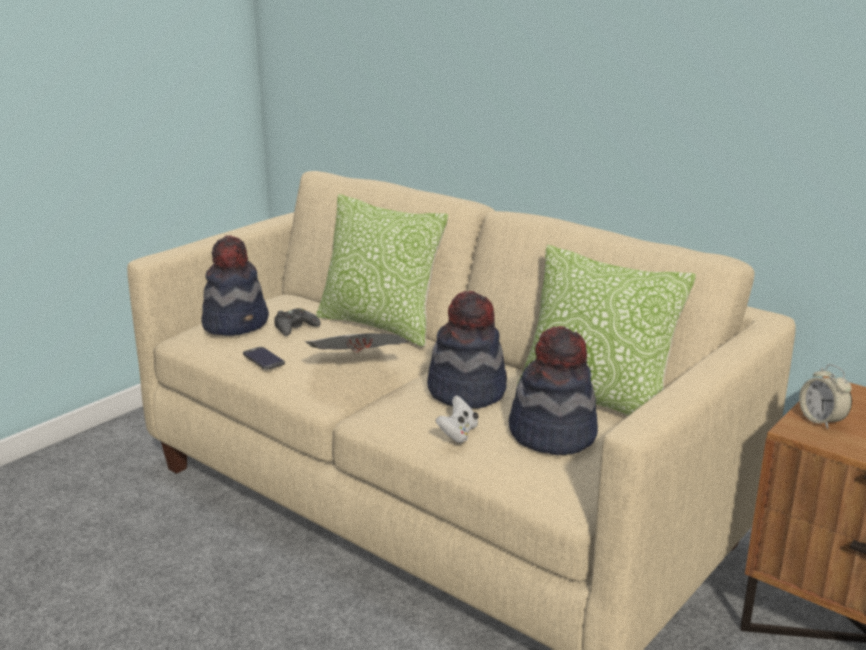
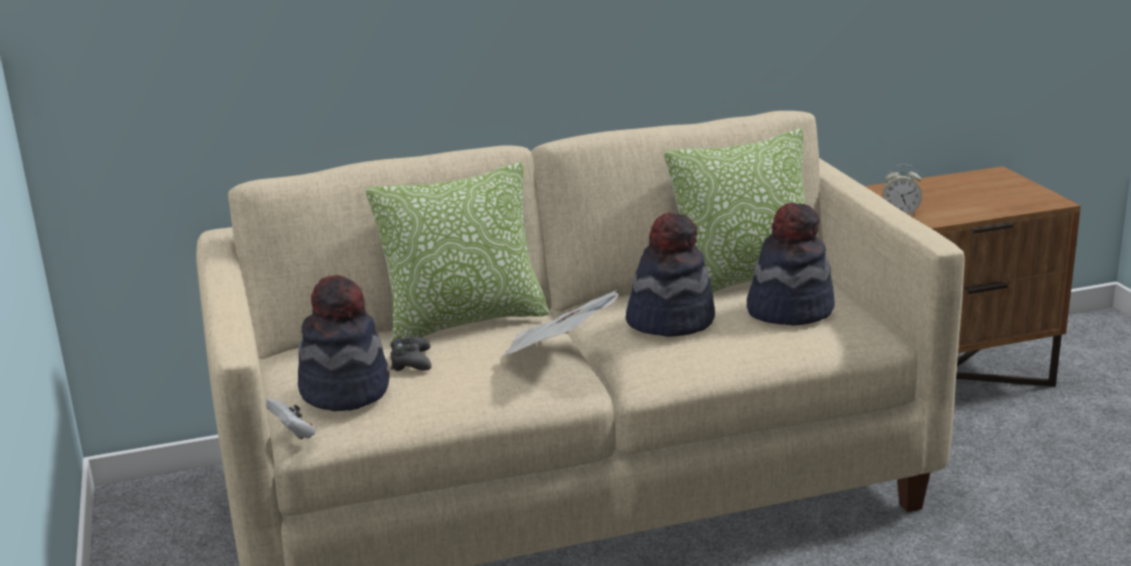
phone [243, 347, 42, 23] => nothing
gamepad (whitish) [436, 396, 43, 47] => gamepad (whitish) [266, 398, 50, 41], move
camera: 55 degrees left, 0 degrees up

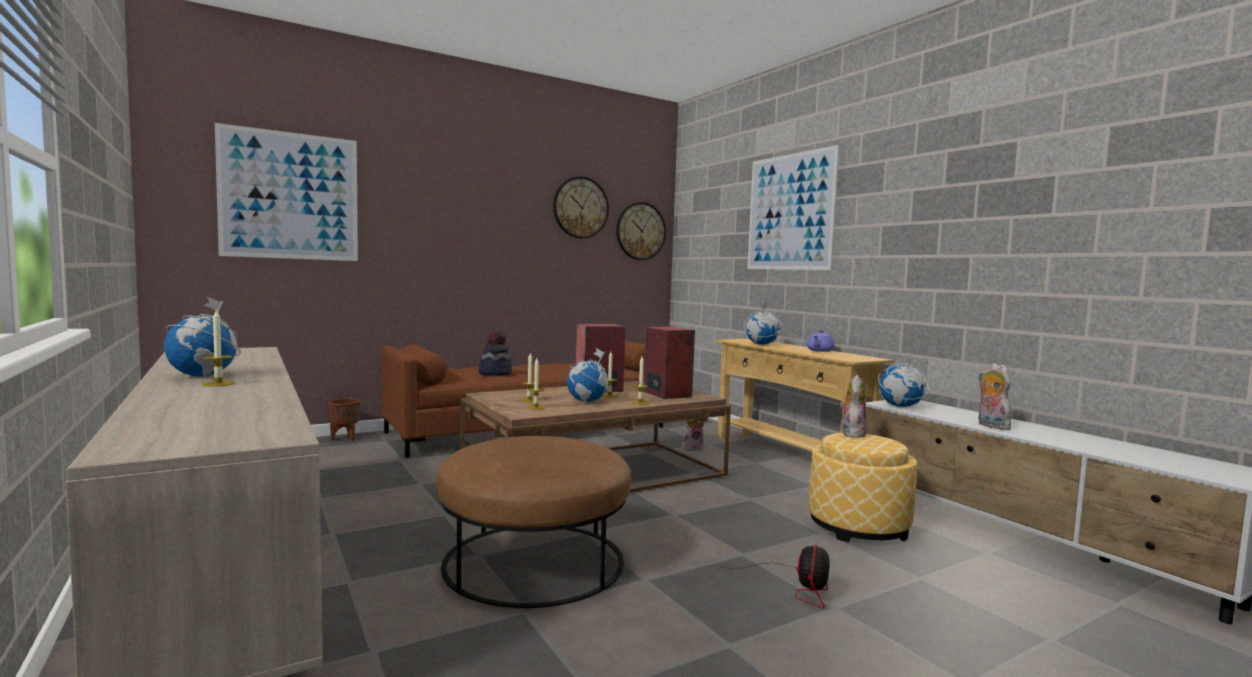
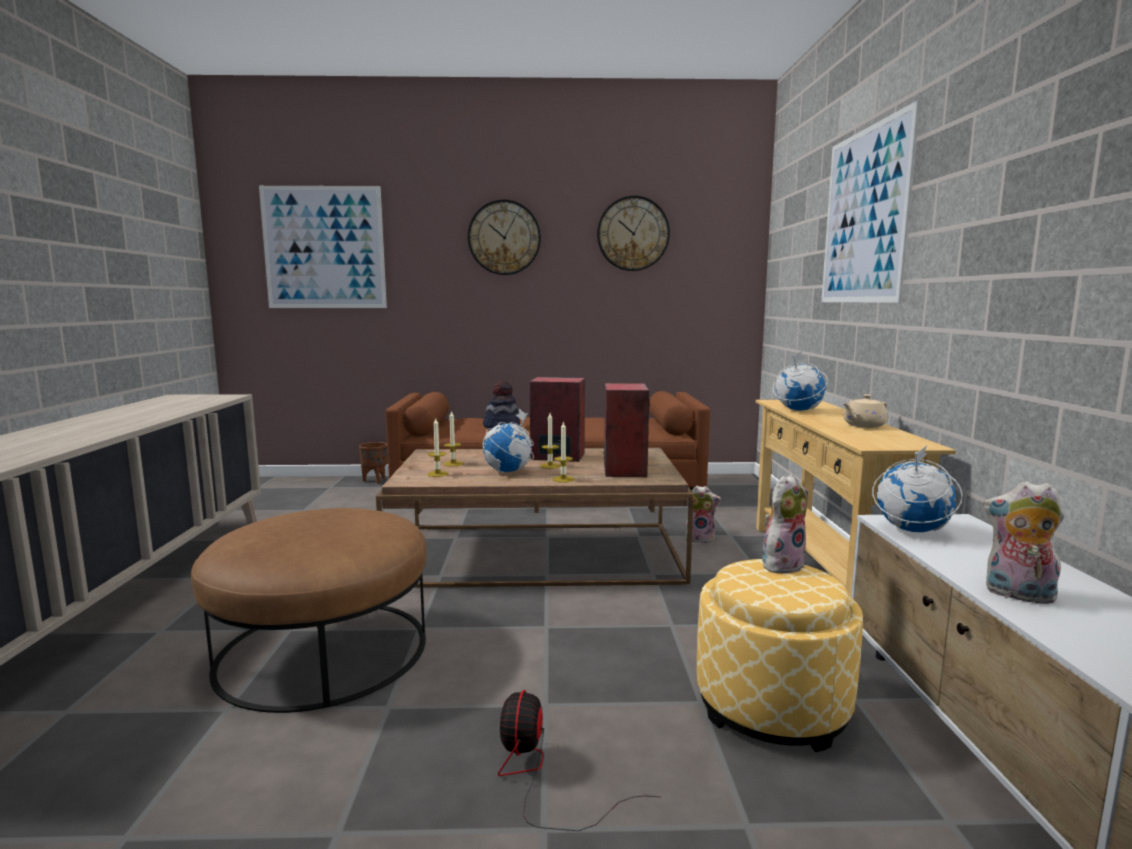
world globe [164, 297, 77, 80] => nothing
wax light [202, 309, 33, 78] => nothing
wall clock [616, 202, 50, 58] => wall clock [468, 199, 73, 76], move
teapot (purple) [807, 330, 28, 22] => teapot (sand-coloured) [843, 394, 45, 34]
cooling fan [718, 545, 112, 64] => cooling fan [498, 690, 162, 141], 135 degrees clockwise
cuddly toy [978, 364, 33, 66] => cuddly toy [983, 481, 82, 123], 75 degrees counterclockwise
camera: 30 degrees right, 5 degrees up

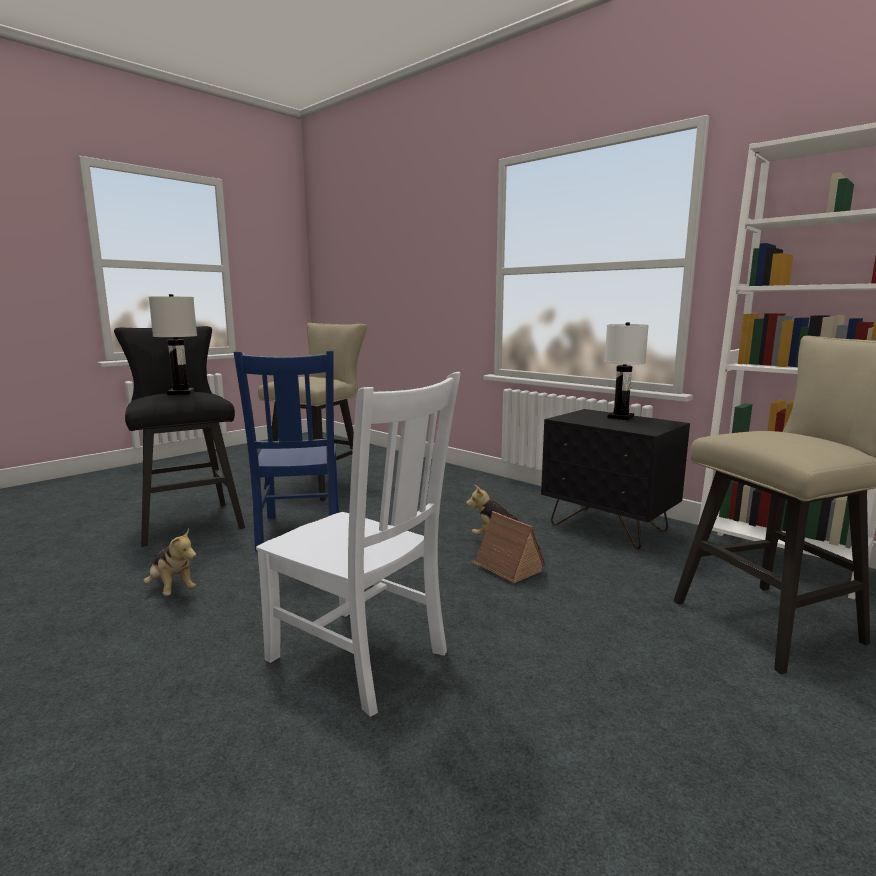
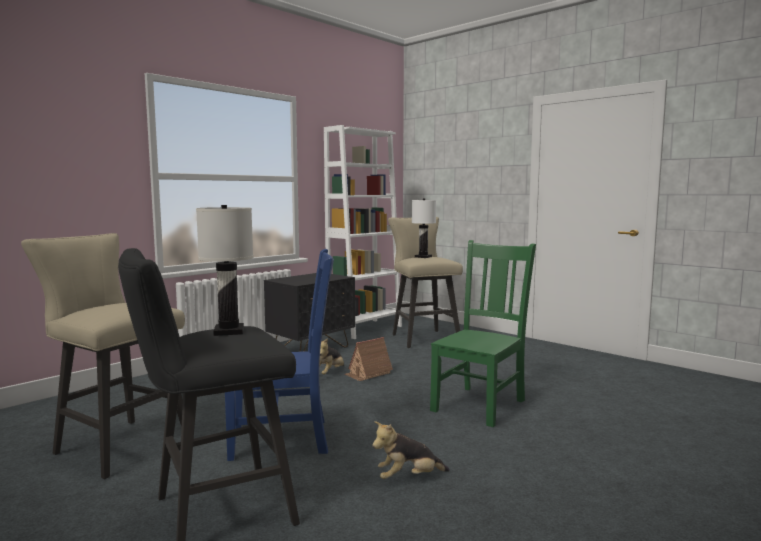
tabletop lamp (whitish) [604, 322, 45, 98] => tabletop lamp (whitish) [412, 199, 24, 59], move
chair (whitish) [256, 372, 205, 345] => chair (green-coloured) [430, 240, 106, 187]
cuddly toy [143, 528, 53, 68] => cuddly toy [372, 421, 78, 58], 150 degrees counterclockwise
camera: 90 degrees left, 5 degrees down

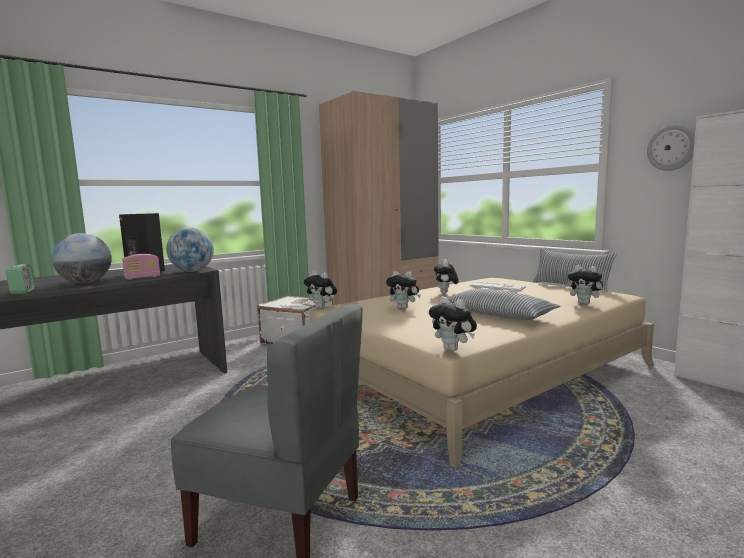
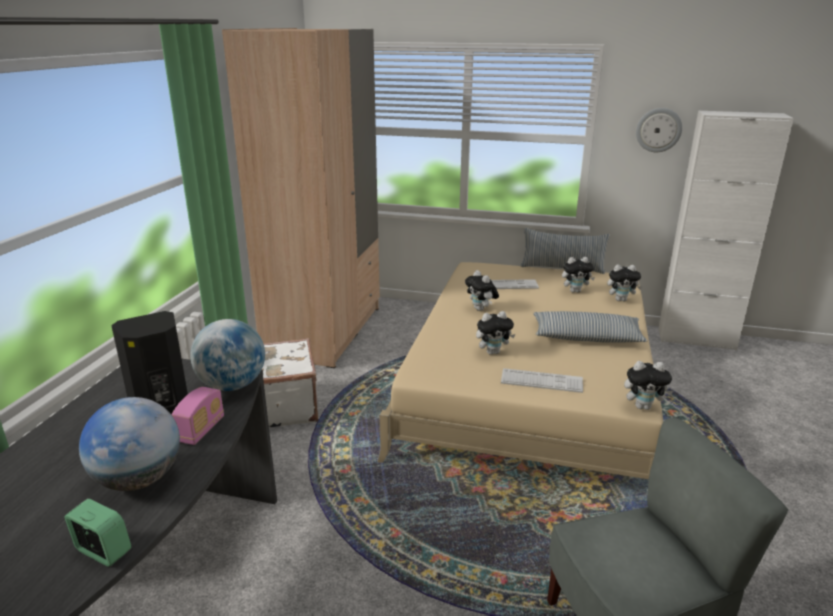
nothing => computer keyboard [501, 368, 82, 25]
cuddly toy [304, 271, 33, 38] => cuddly toy [562, 257, 33, 36], move
camera: 40 degrees left, 15 degrees up

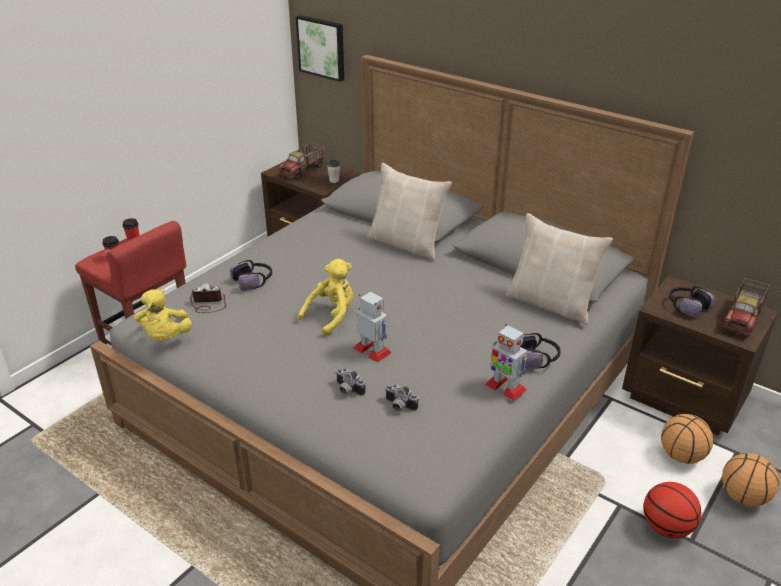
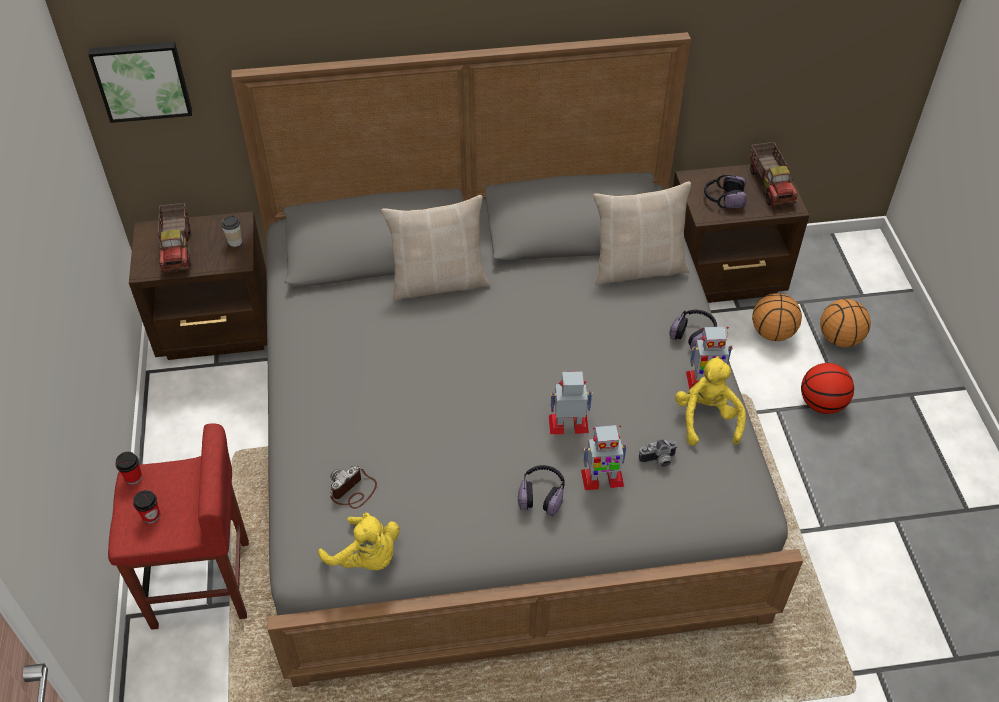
pair of headphones [230, 260, 42, 31] => pair of headphones [518, 465, 47, 51], move
cuddly toy (yellow) [298, 259, 55, 78] => cuddly toy (yellow) [675, 356, 71, 90], move
photo camera [336, 367, 30, 29] => toy robot [581, 425, 47, 65]
camera: 45 degrees left, 15 degrees up

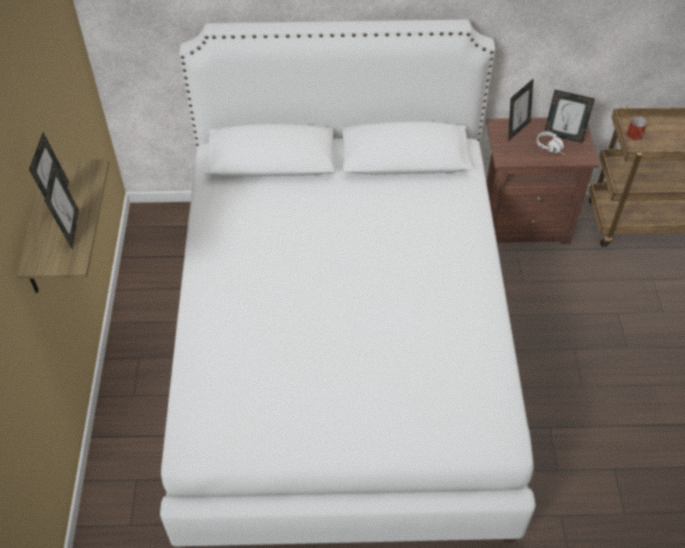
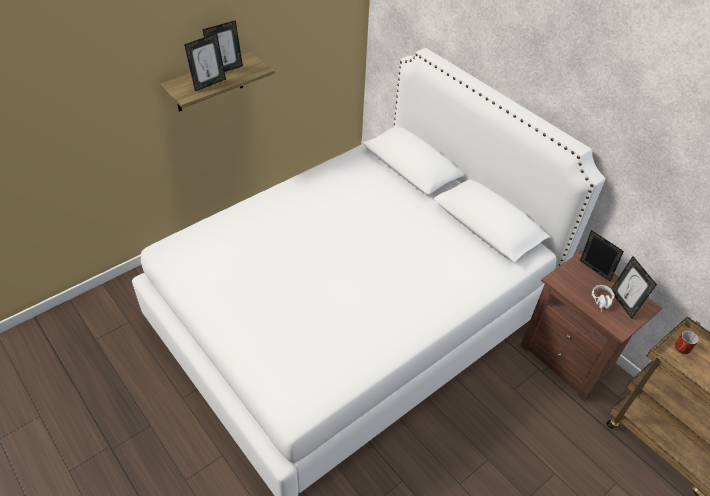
standing frame [508, 78, 26, 63] => standing frame [580, 230, 44, 52], 135 degrees counterclockwise
camera: 50 degrees right, 5 degrees down

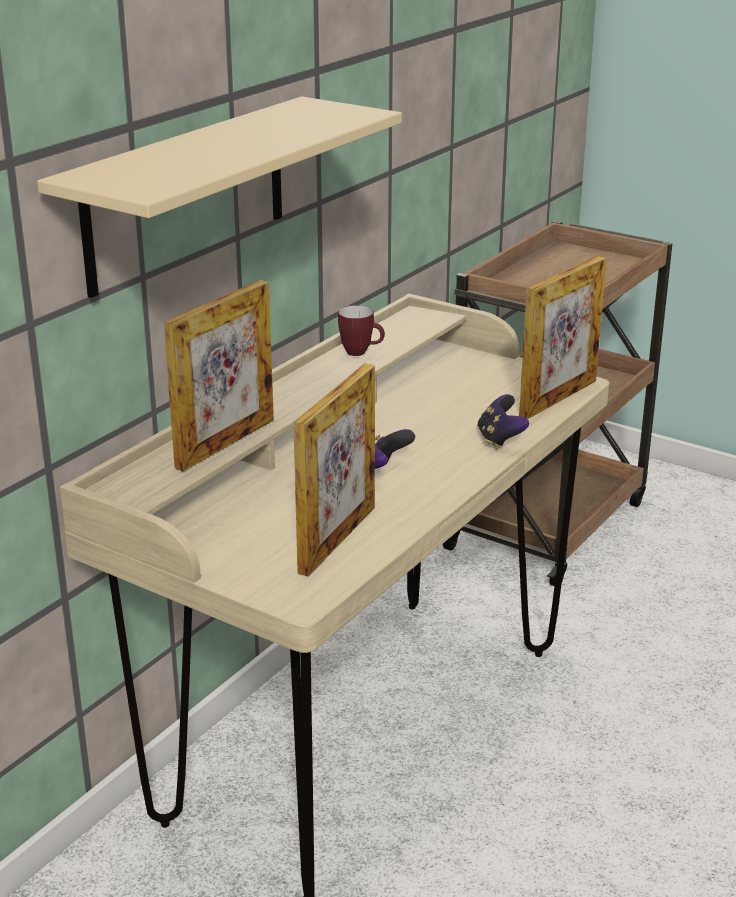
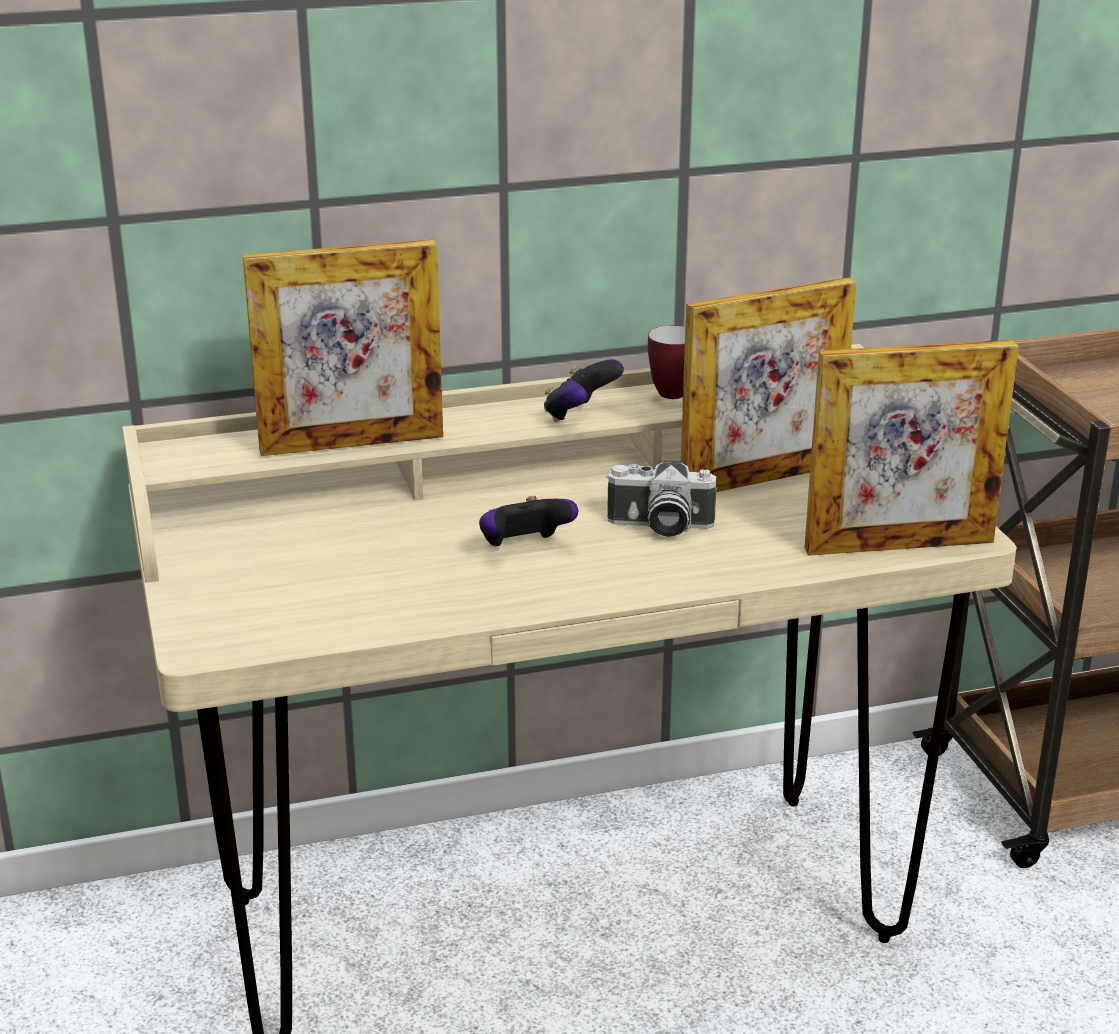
bracket shelf (sand-coloured) [37, 96, 365, 202] => nothing
nothing => photo camera [606, 461, 111, 76]
standing frame [293, 363, 82, 214] => standing frame [681, 277, 175, 215], move
gamepad [477, 394, 52, 55] => gamepad [544, 359, 80, 63], move
camera: 40 degrees right, 0 degrees up

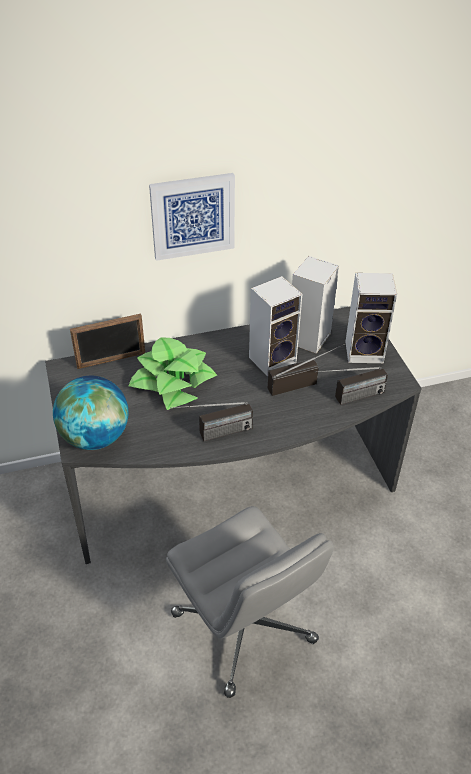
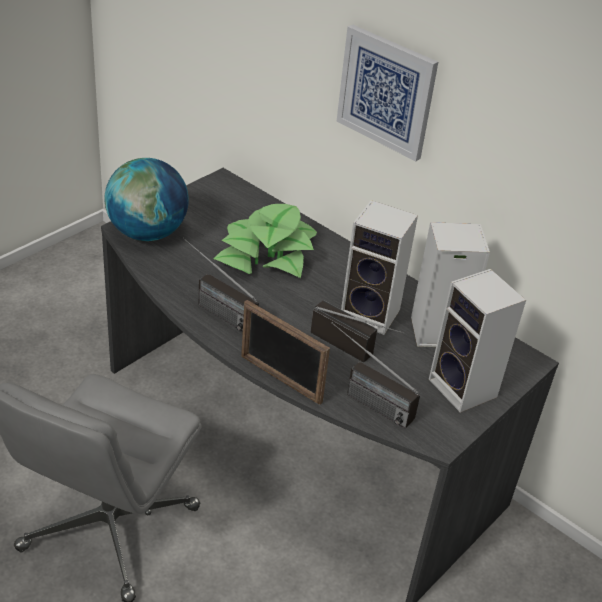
standing frame [70, 314, 75, 55] => standing frame [241, 300, 89, 105], move
camera: 55 degrees right, 5 degrees down

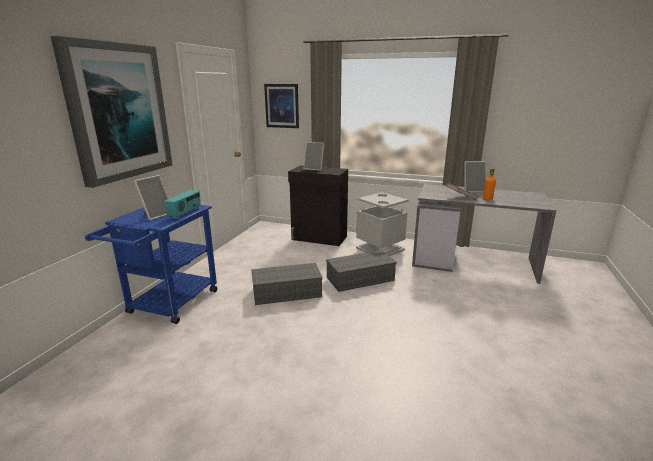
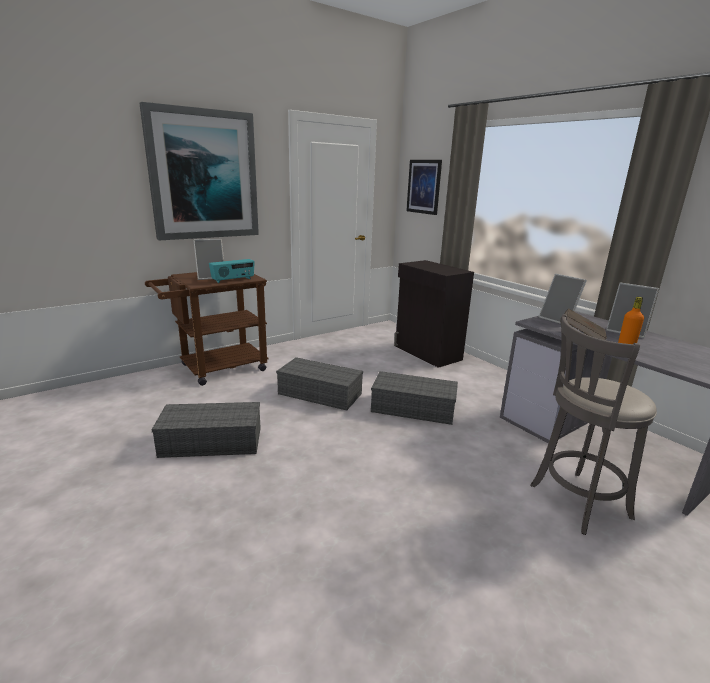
rubbish bin (greyish) [356, 192, 52, 64] => nothing
nothing => storage container (greyish) [151, 402, 110, 56]
nothing => stool seat (greyish) [530, 314, 127, 221]
standing frame [304, 142, 20, 29] => standing frame [539, 274, 48, 50], move
trolley (bluish) [85, 205, 132, 119] => trolley (brown) [145, 272, 124, 114]
camera: 35 degrees right, 0 degrees up

